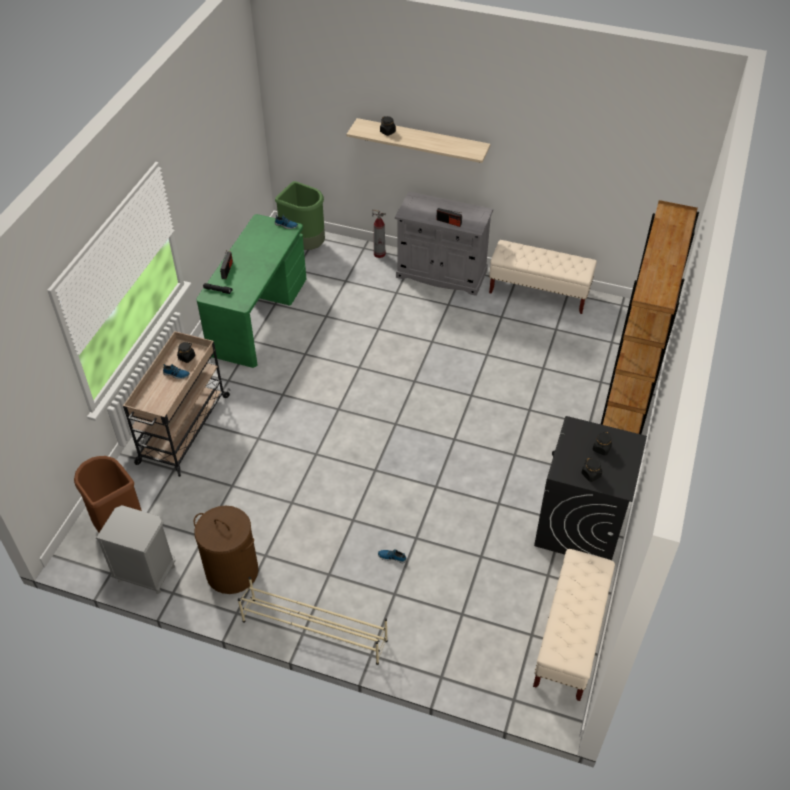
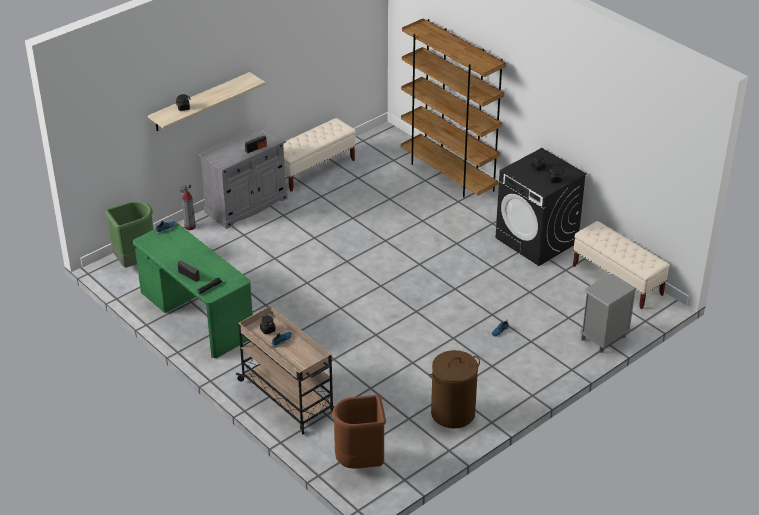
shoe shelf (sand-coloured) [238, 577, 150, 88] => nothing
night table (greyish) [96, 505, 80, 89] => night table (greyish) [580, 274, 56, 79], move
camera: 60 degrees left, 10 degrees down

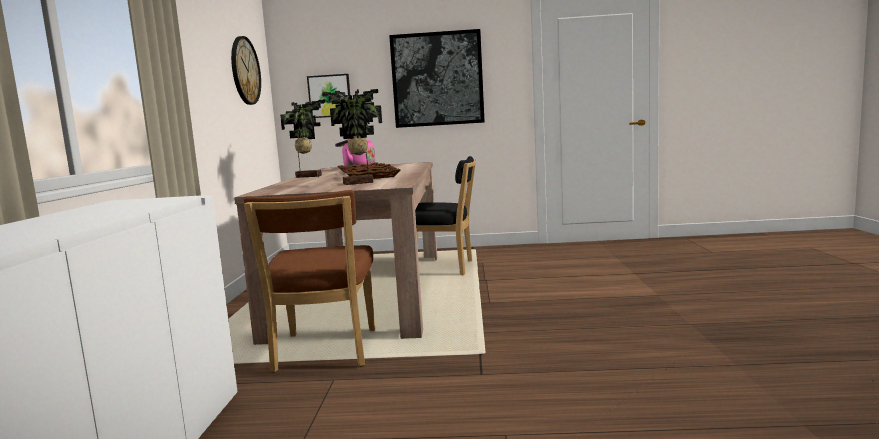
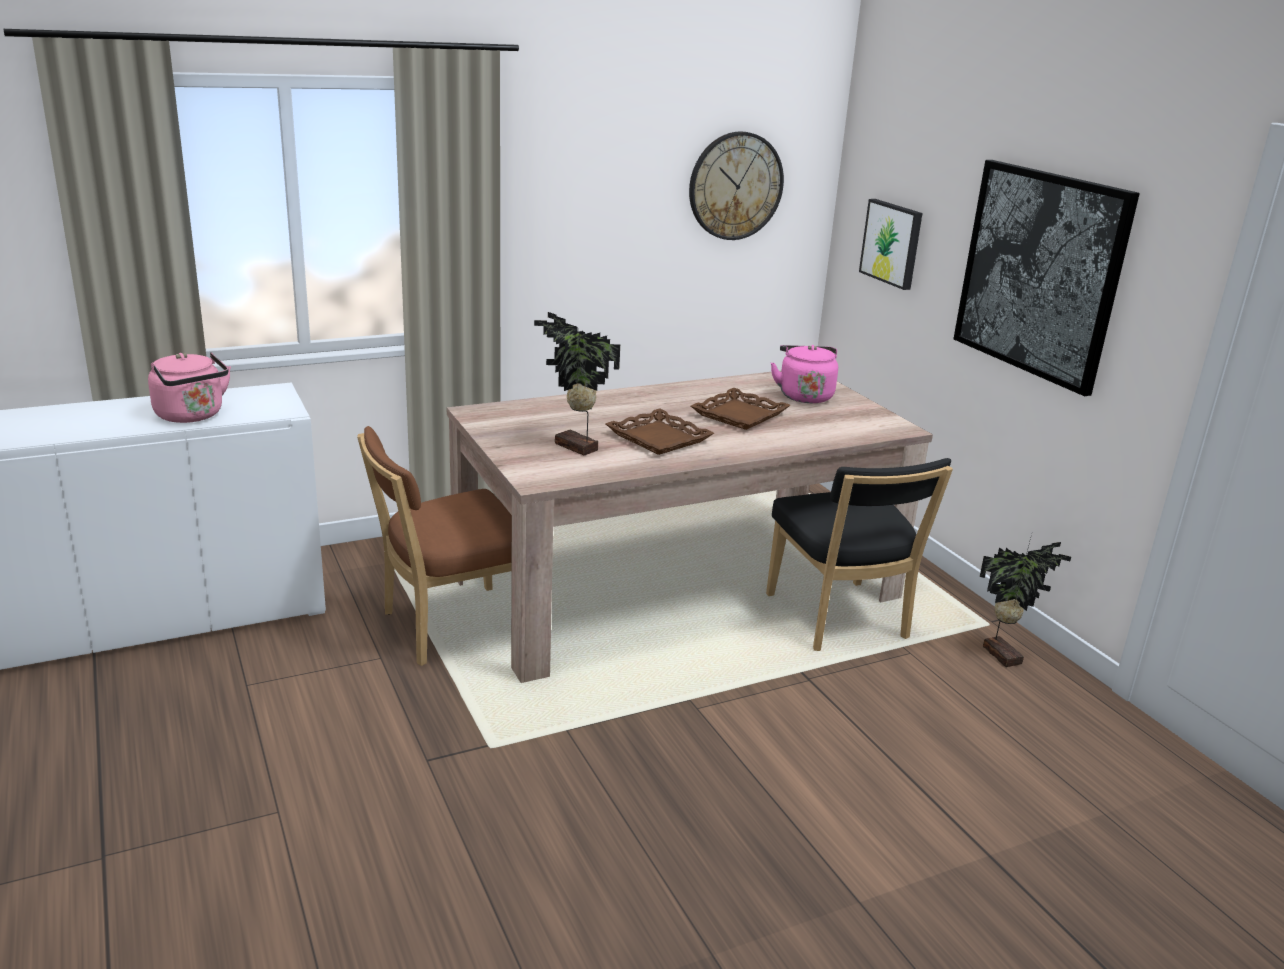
nothing => kettle (pink-coloured) [148, 352, 83, 71]
potted plant [280, 100, 45, 78] => potted plant [980, 534, 91, 133], move
camera: 60 degrees right, 15 degrees up

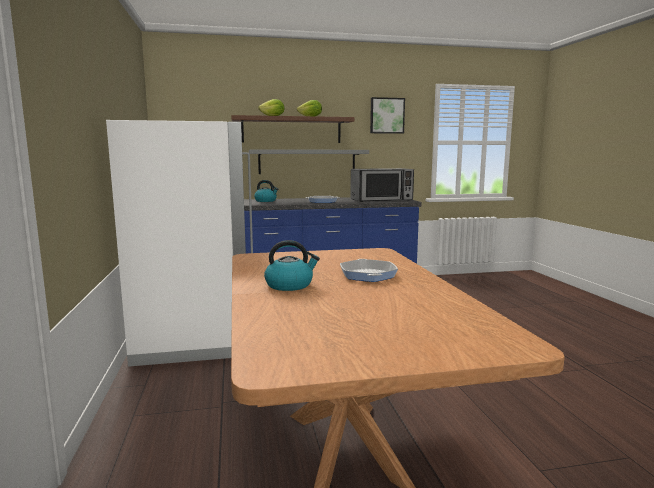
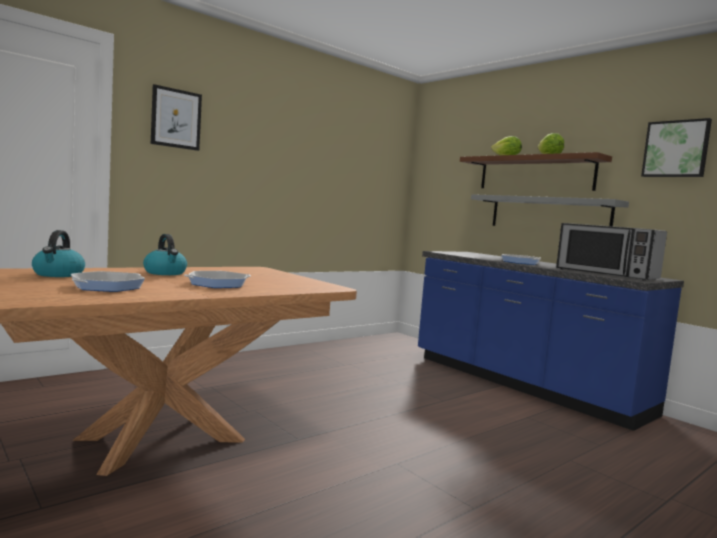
fridge (whitish) [106, 120, 147, 247] => nothing
nothing => skillet [71, 271, 74, 21]
nothing => wall picture [151, 84, 51, 67]
kettle [254, 180, 24, 22] => kettle [32, 230, 53, 47], move
camera: 60 degrees right, 5 degrees down

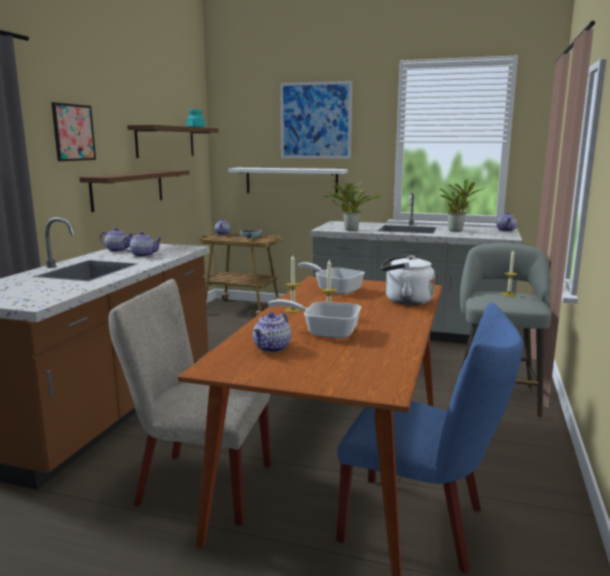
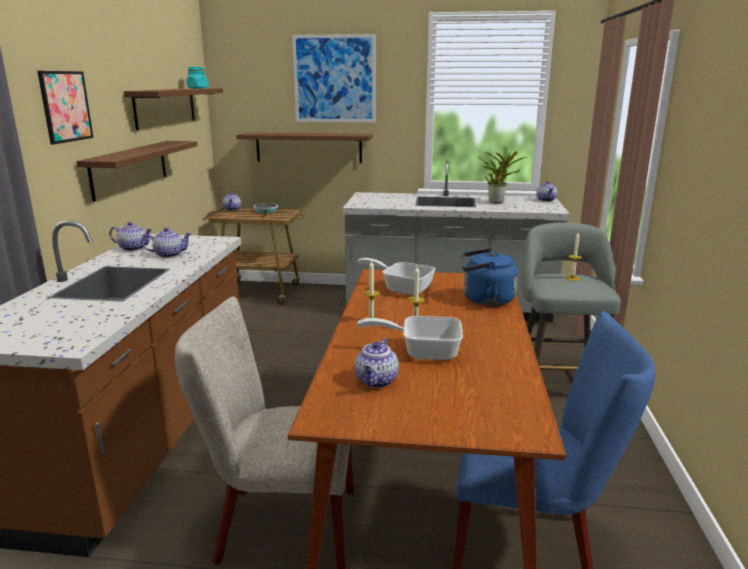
potted plant [322, 179, 59, 52] => nothing
bracket shelf (whitish) [228, 168, 120, 25] => bracket shelf (brown) [236, 132, 137, 31]
kettle (whitish) [381, 255, 54, 50] => kettle (bluish) [462, 248, 56, 58]
camera: 10 degrees left, 5 degrees up

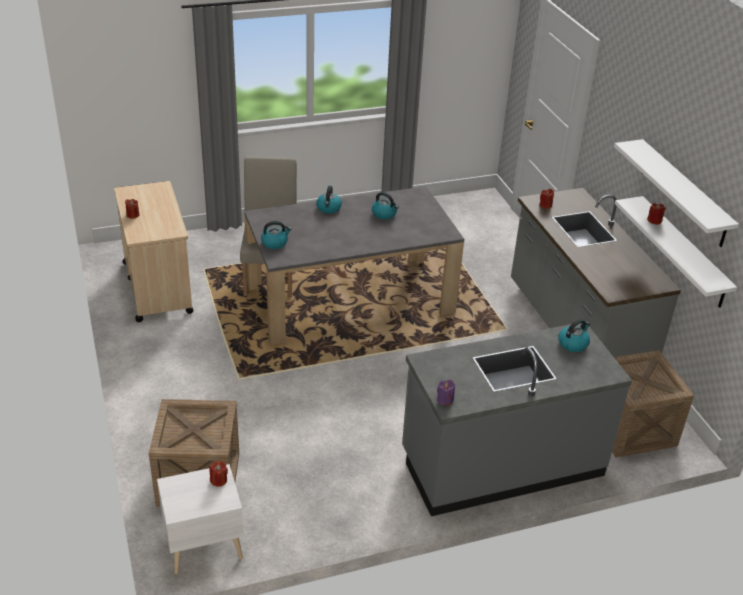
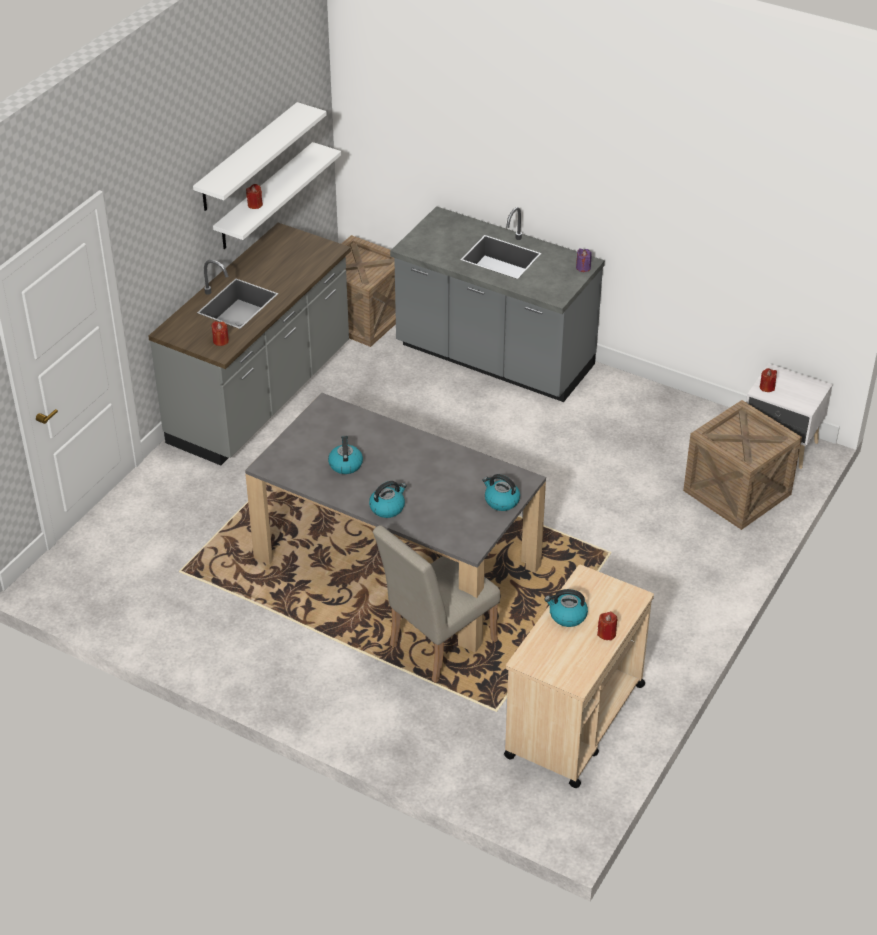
kettle [558, 319, 32, 33] => kettle [544, 589, 44, 38], move
camera: 130 degrees left, 5 degrees up

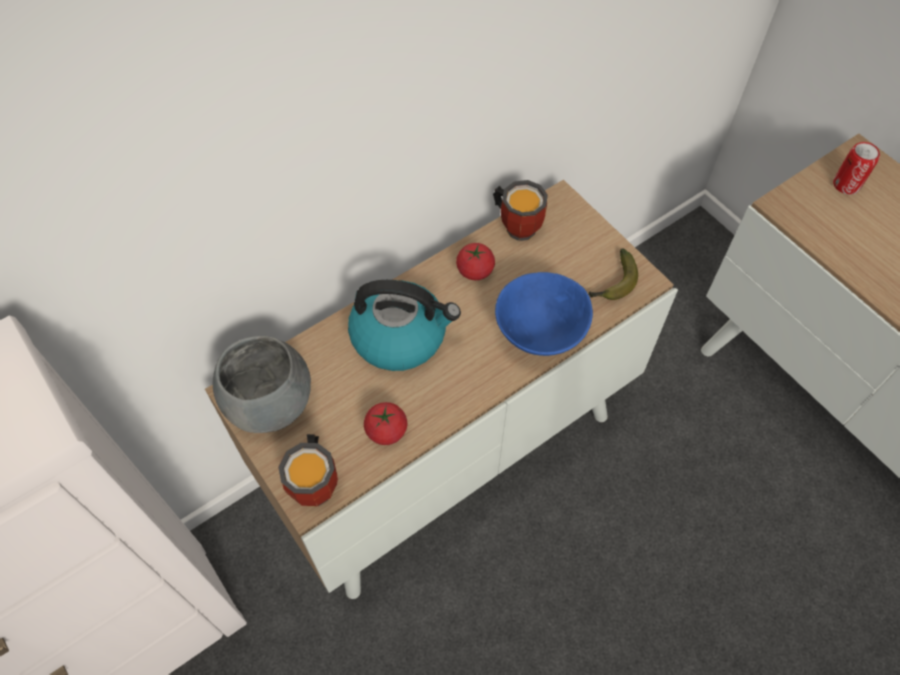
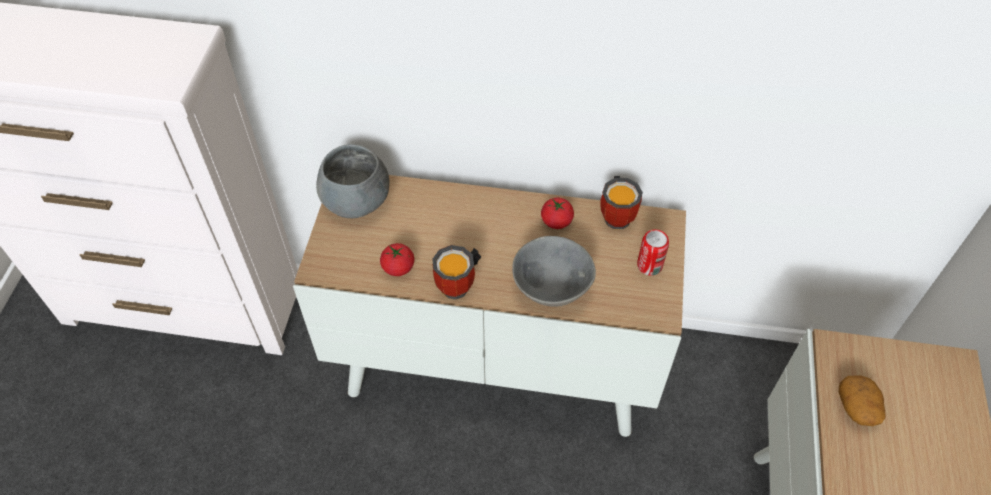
kettle [348, 280, 113, 91] => nothing
whole banana [588, 248, 50, 52] => nothing
nothing => spud [839, 376, 47, 50]
tea mug [278, 434, 60, 73] => tea mug [432, 245, 50, 55], move
metal can [833, 142, 47, 53] => metal can [637, 230, 32, 46], move
deep dish (bluish) [495, 272, 98, 84] => deep dish (greyish) [512, 236, 84, 71]
camera: 45 degrees right, 5 degrees down

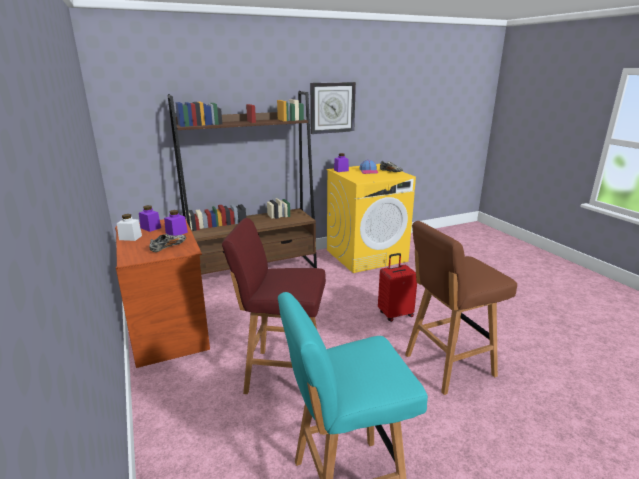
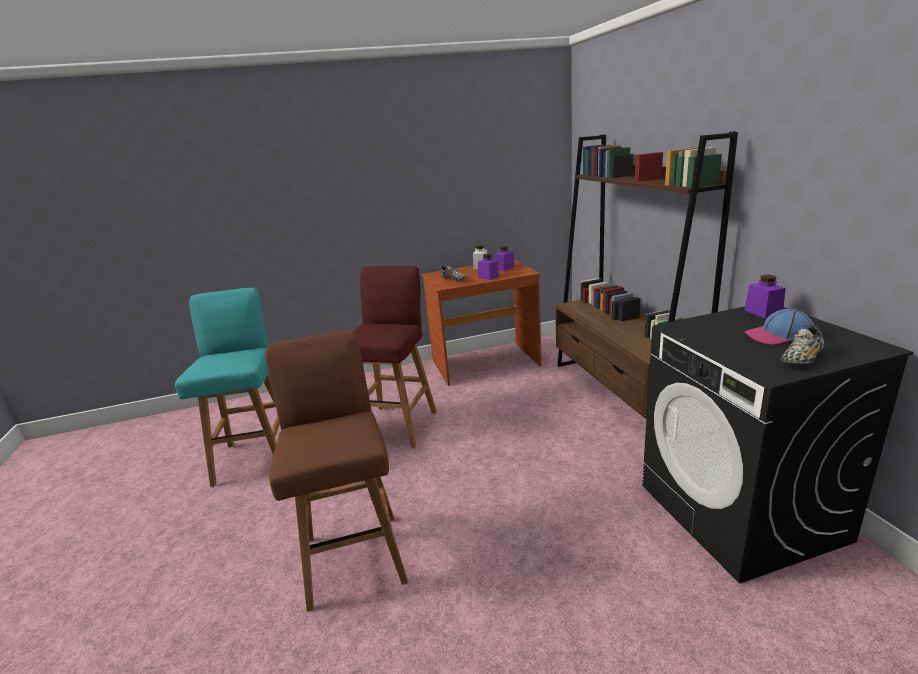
wall clock [310, 82, 46, 52] => nothing
travel case (red-coloured) [378, 253, 39, 69] => nothing
washing machine (yellow) [327, 164, 89, 109] => washing machine (black) [642, 307, 271, 276]
camera: 100 degrees right, 0 degrees up

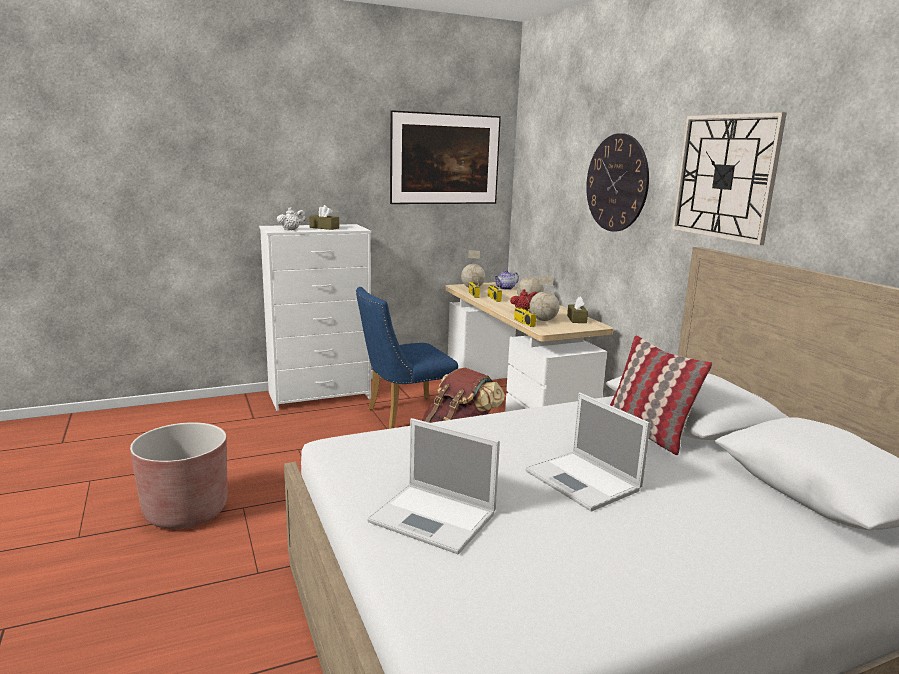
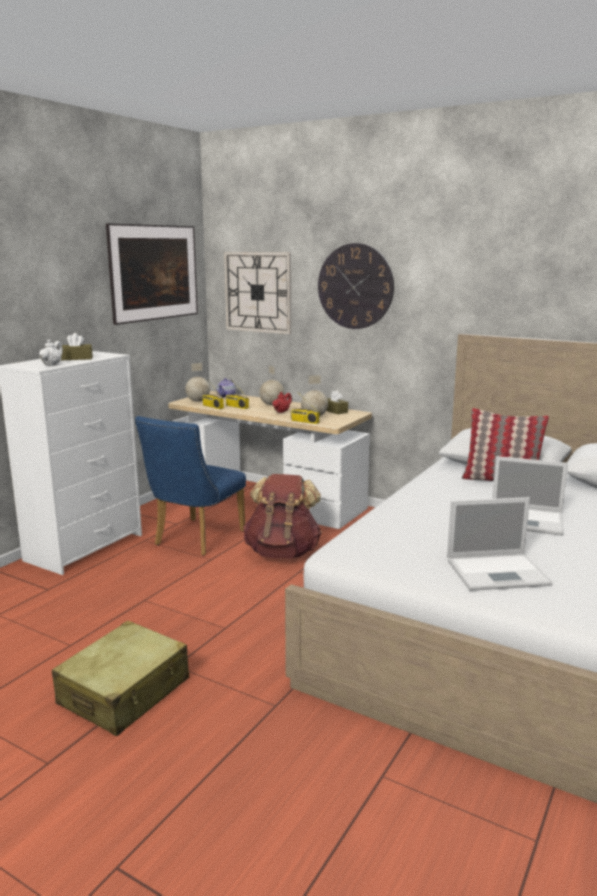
wall clock [672, 112, 115, 133] => wall clock [224, 252, 67, 82], move
flower pot (brown) [130, 422, 97, 107] => travel case (sand-coloured) [52, 621, 137, 115]
camera: 35 degrees left, 0 degrees up

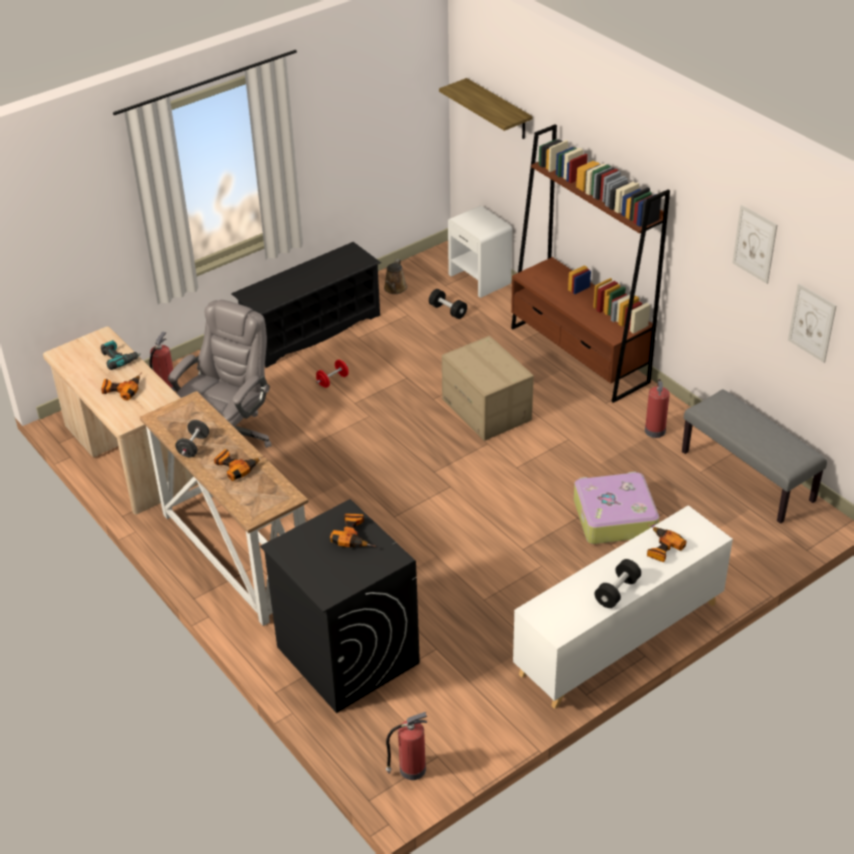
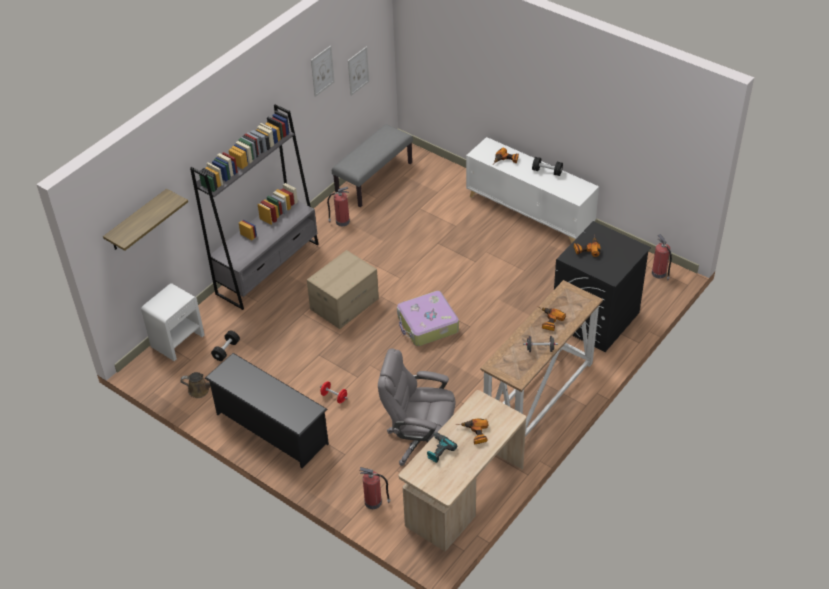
travel case [574, 471, 85, 73] => travel case [397, 291, 62, 55], move
bookcase (brown) [511, 124, 159, 279] => bookcase (greyish) [190, 104, 128, 206]
camera: 105 degrees left, 5 degrees up

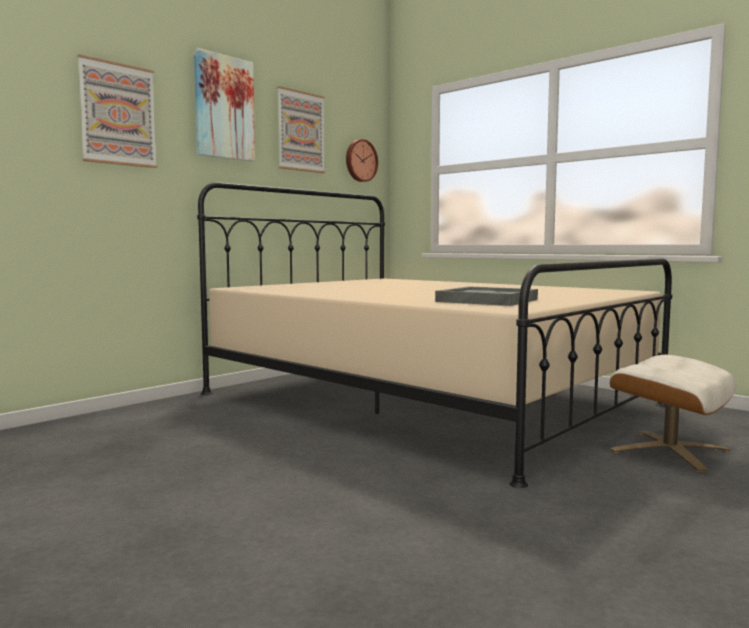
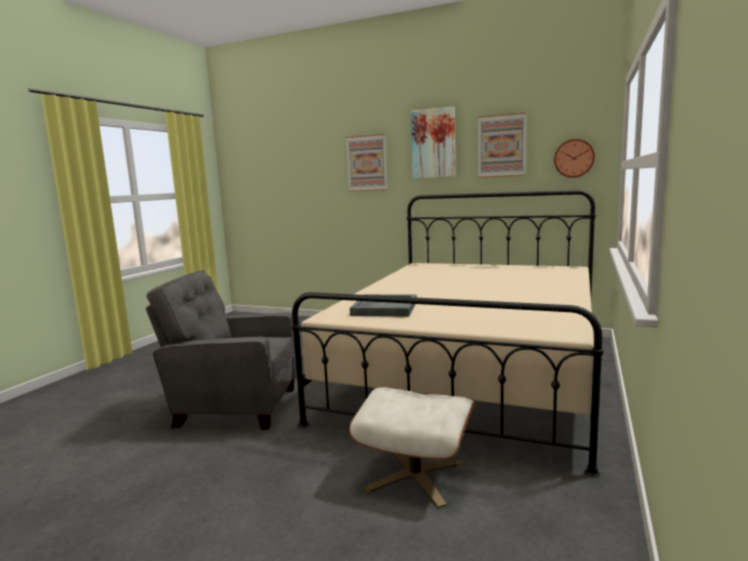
nothing => armchair (greyish) [146, 270, 151, 159]
camera: 70 degrees right, 5 degrees up

